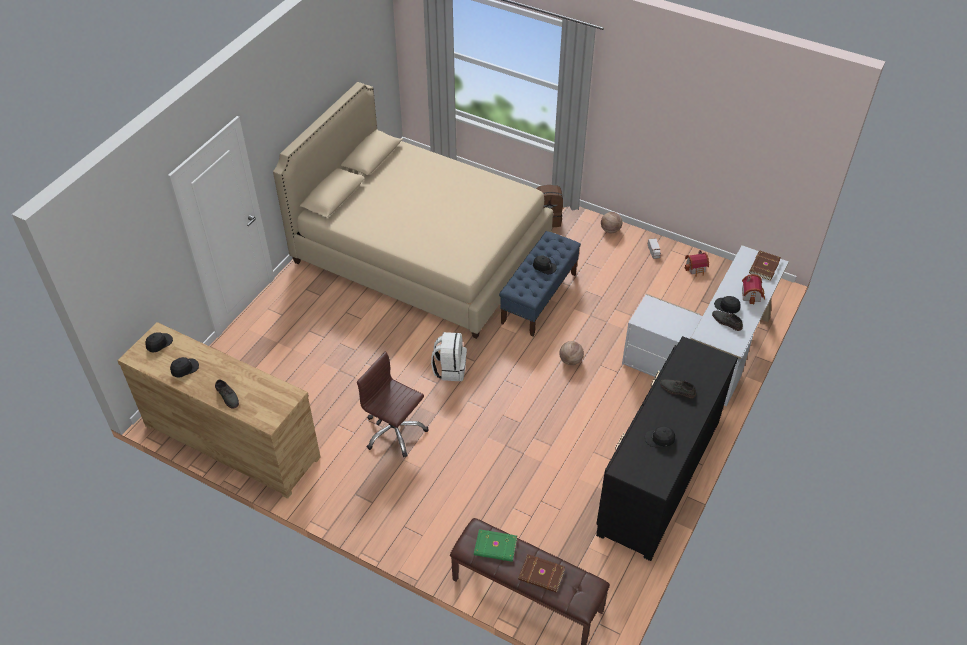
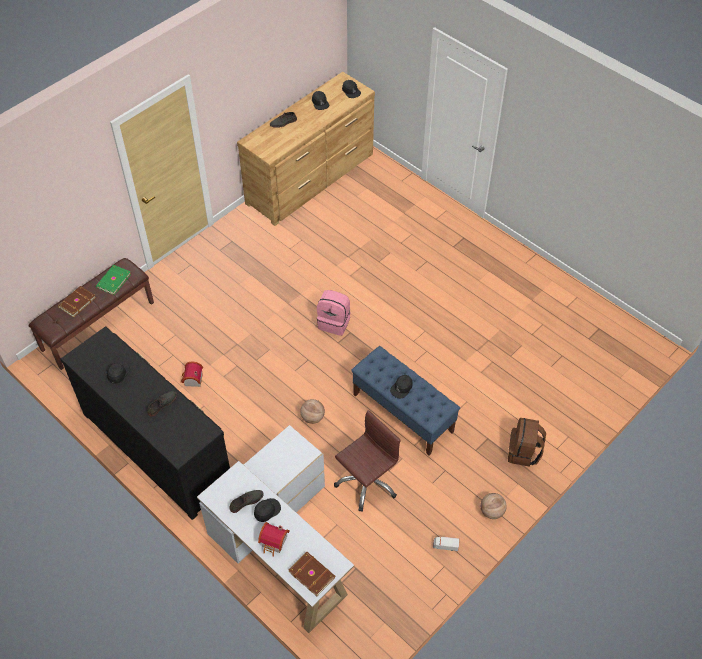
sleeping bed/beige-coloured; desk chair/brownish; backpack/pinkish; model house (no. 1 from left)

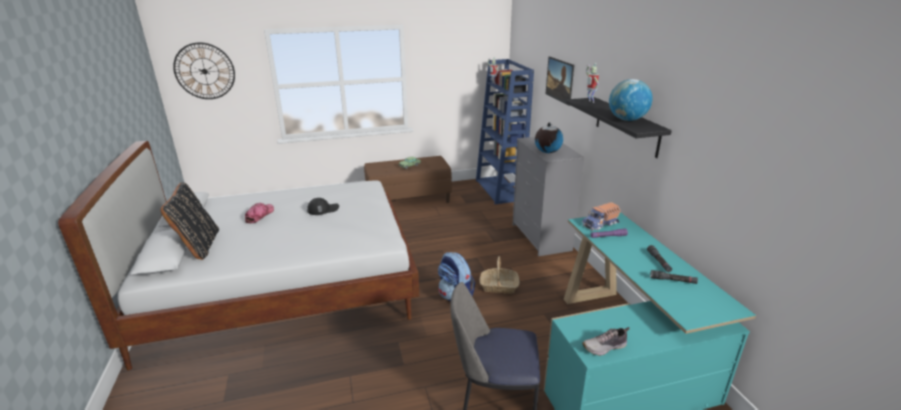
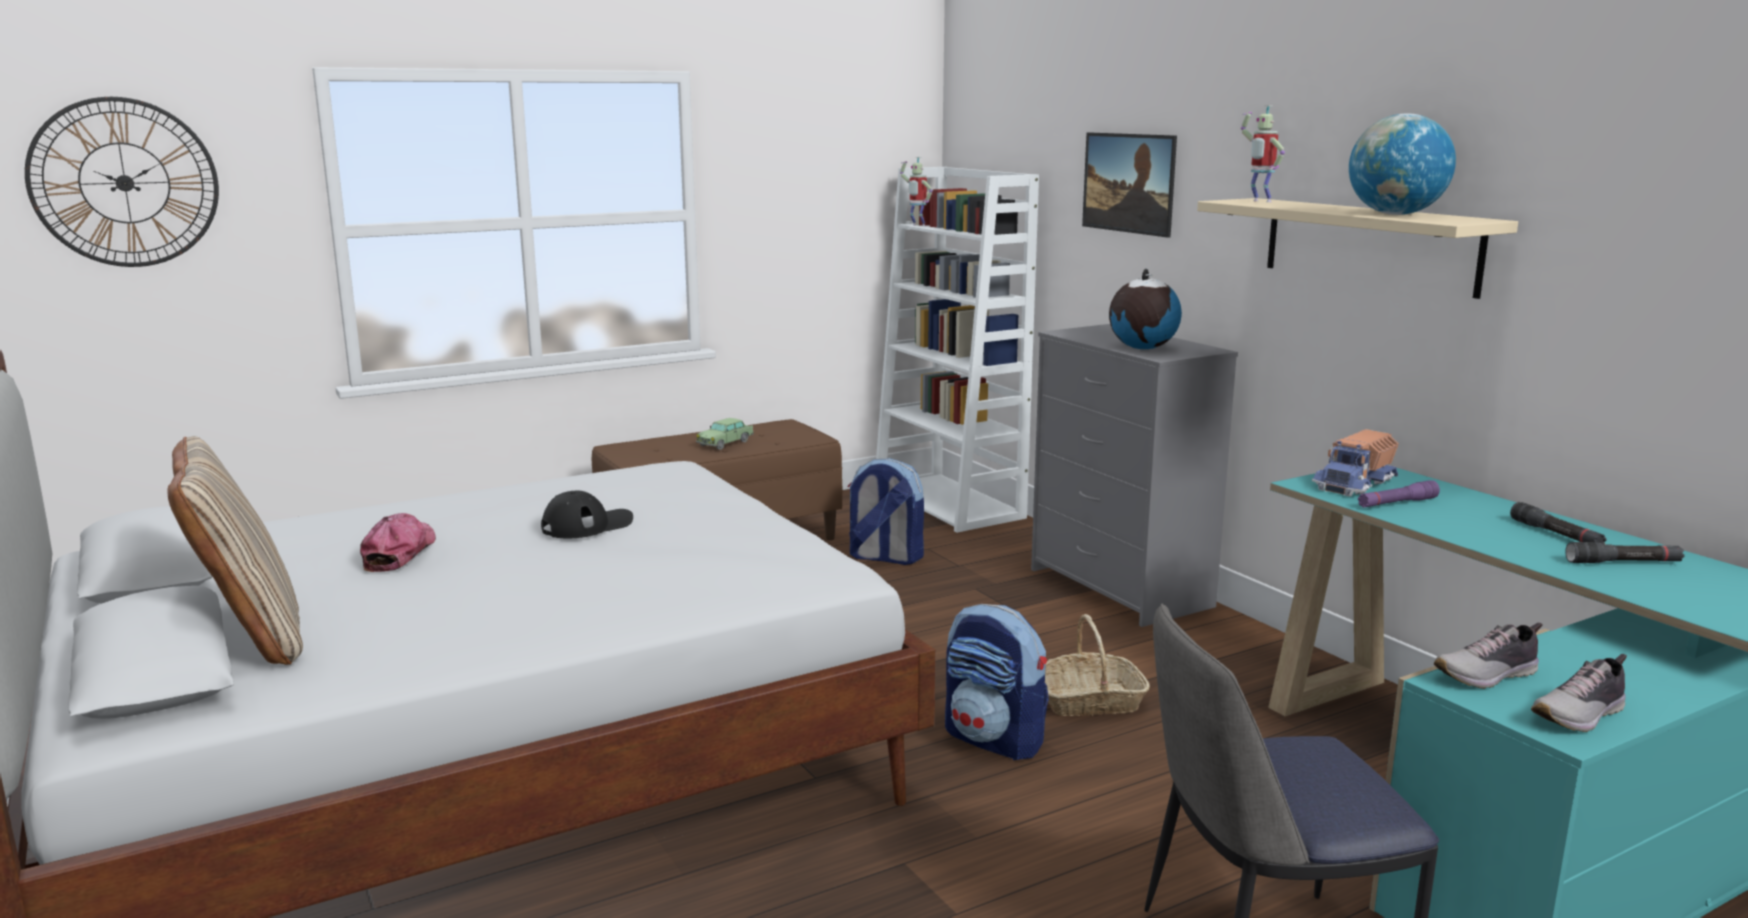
throw pillow/beige-coloured; shelving unit/whitish; bracket shelf/beige-coloured; backpack (no. 1 from left); shoe (no. 1 from left)

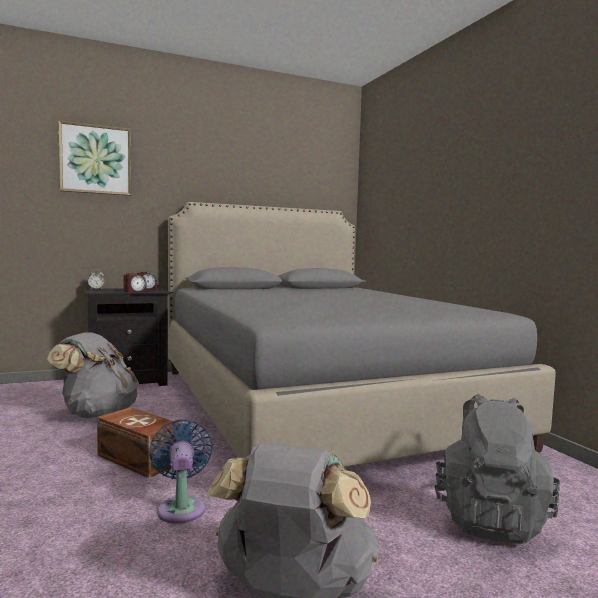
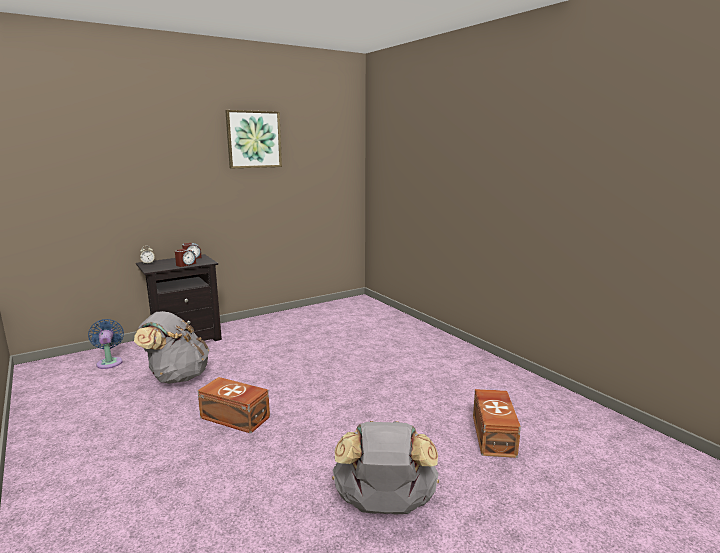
wall art; electric fan/bluish; sleeping bed/greyish; storage bin/brownish (no. 2 from left)

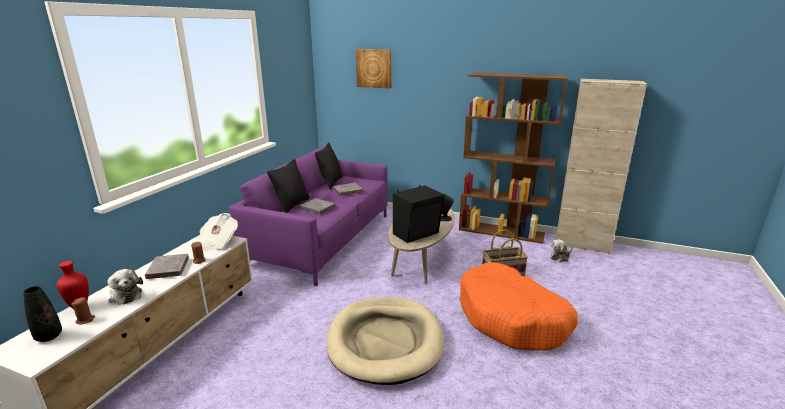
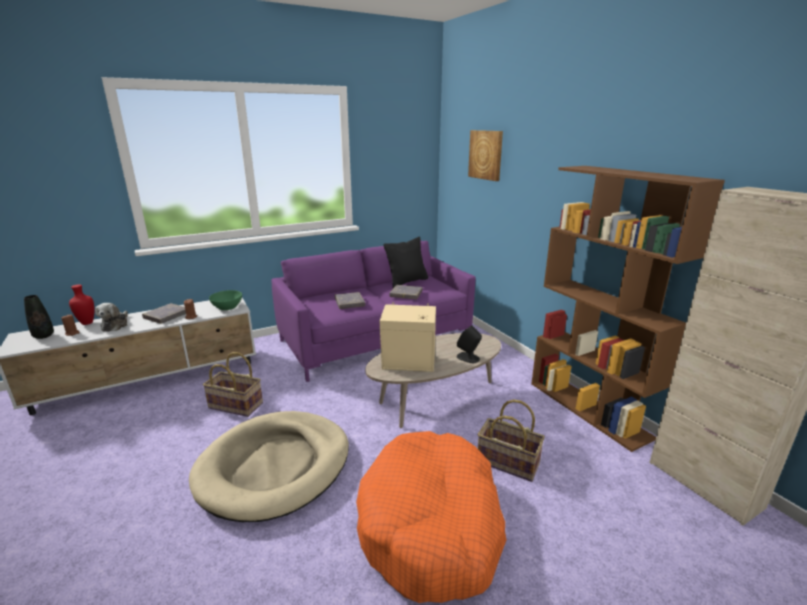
deep dish/greenish; throw pillow/black (no. 1 from left in the first image); audio speaker/beige-coloured; plush toy (no. 2 from left in the first image); household basket (no. 1 from left)

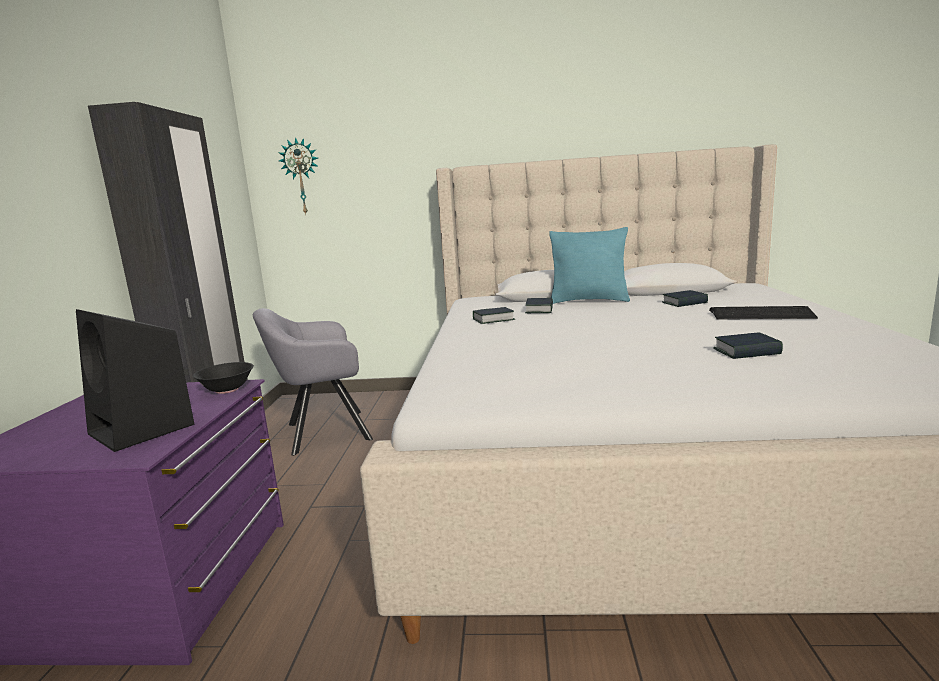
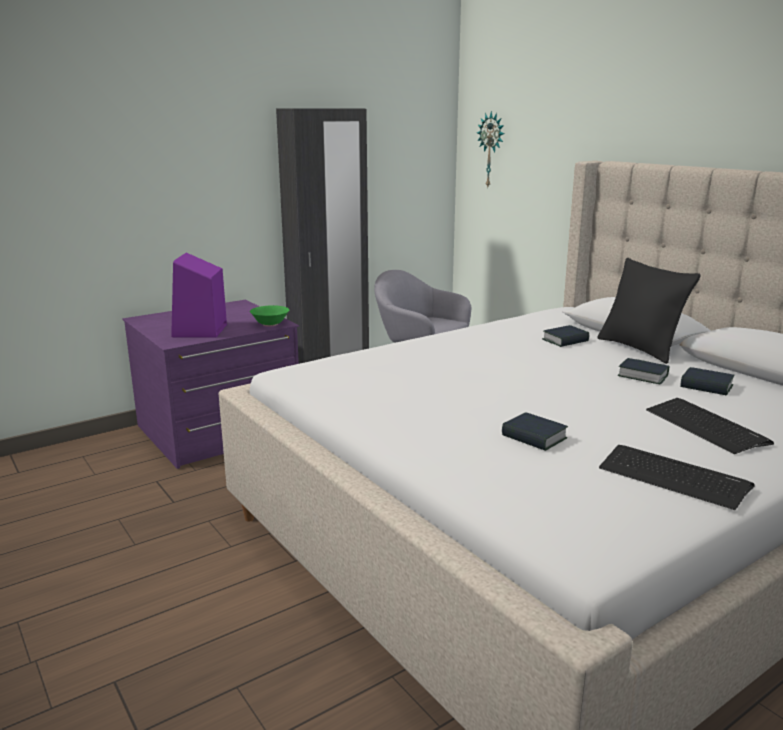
audio speaker/purple-coloured; deep dish/greenish; book (no. 3 from left); throw pillow/black; computer keyboard (no. 1 from left)

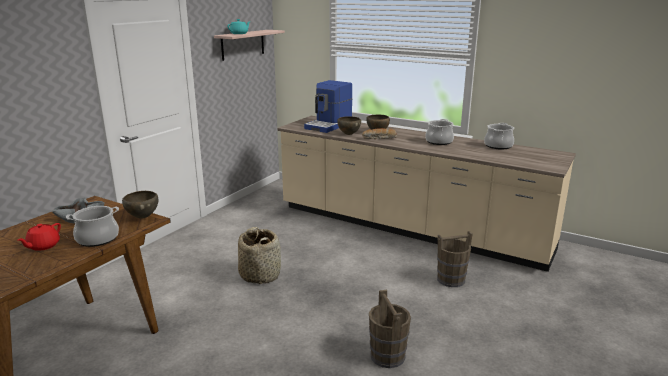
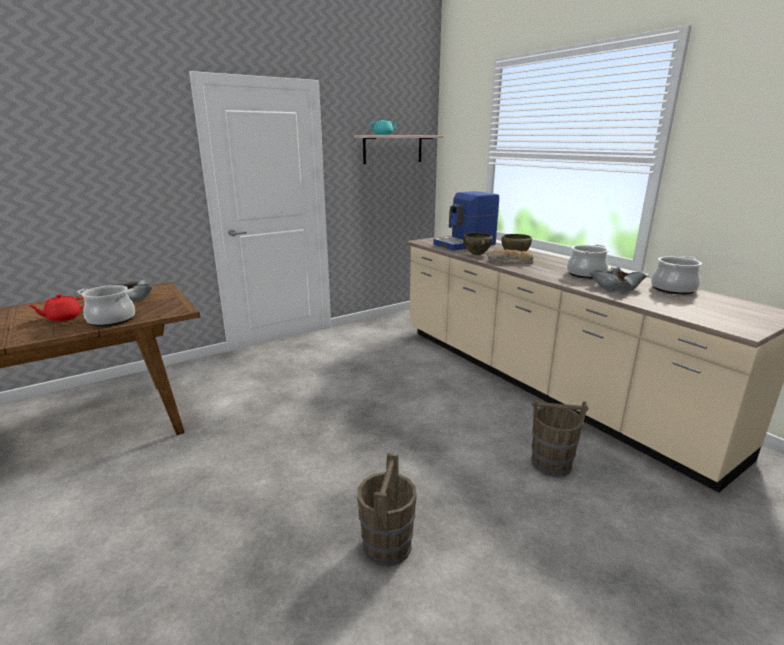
deep dish/brownish (no. 1 from left in the first image); household basket; deep dish/greyish (no. 2 from left)

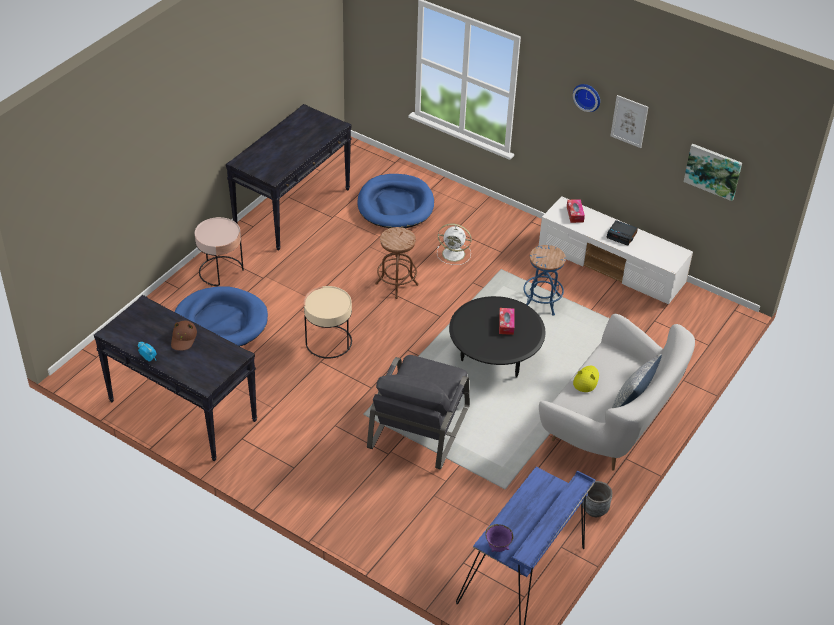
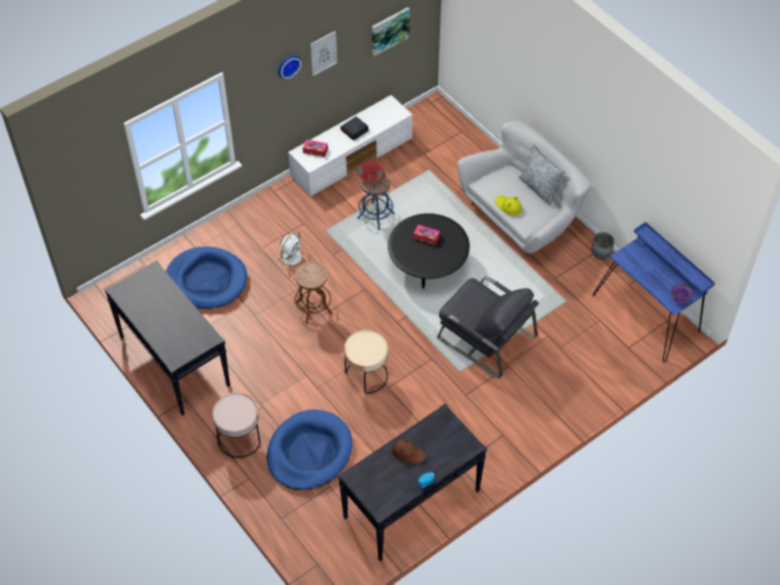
deep dish/red-coloured

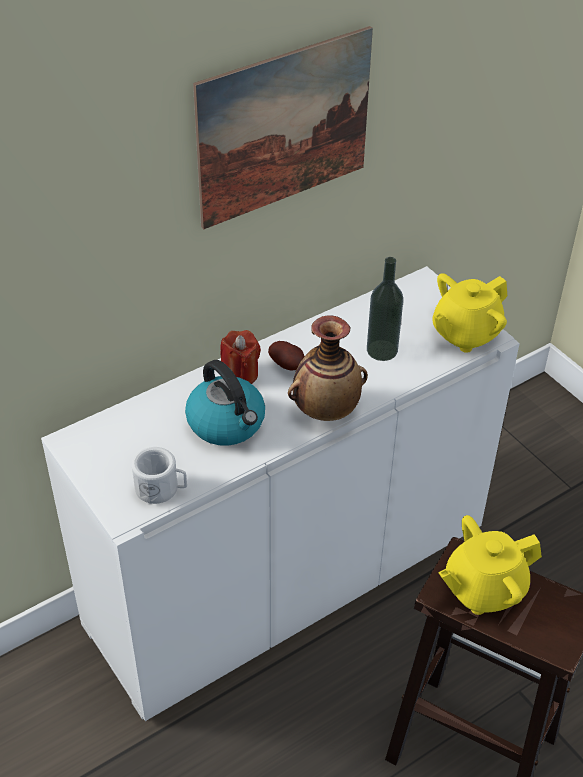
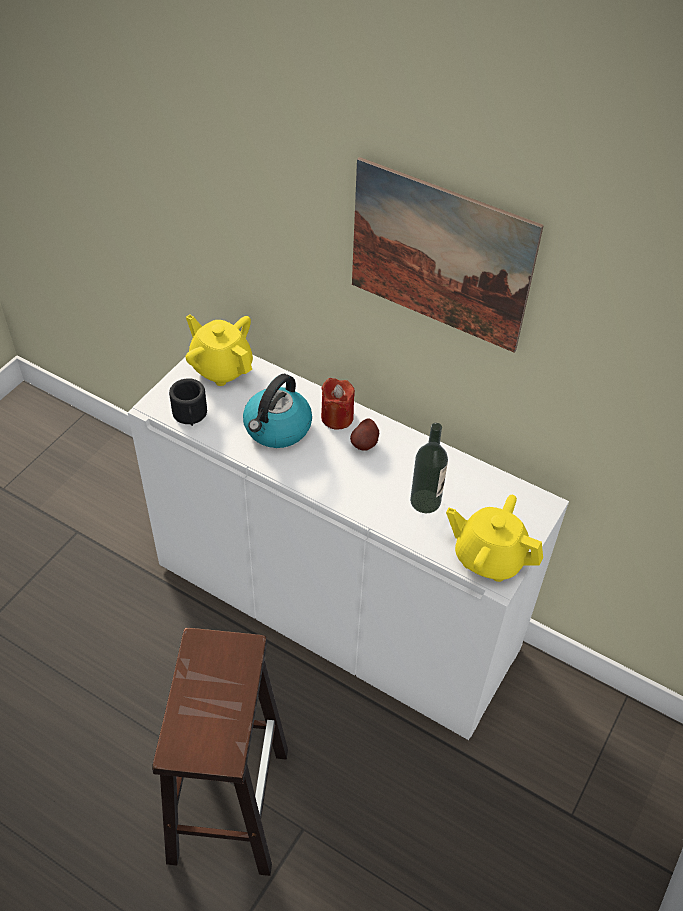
tea mug/black; flower vase; teapot/yellow-coloured (no. 1 from left)

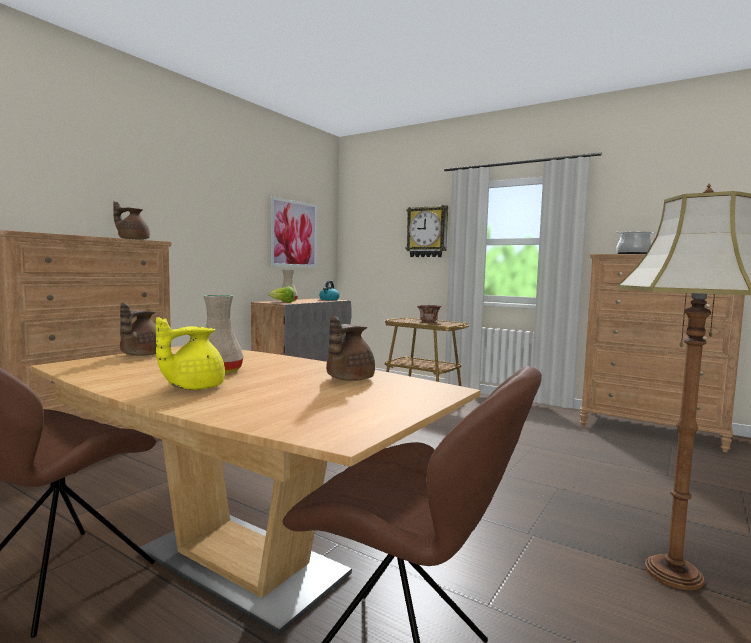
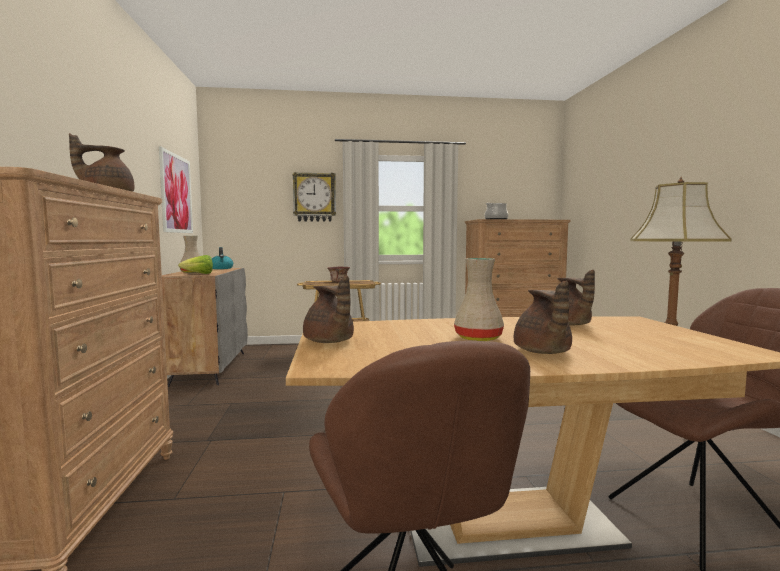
teapot/brownish (no. 3 from left)

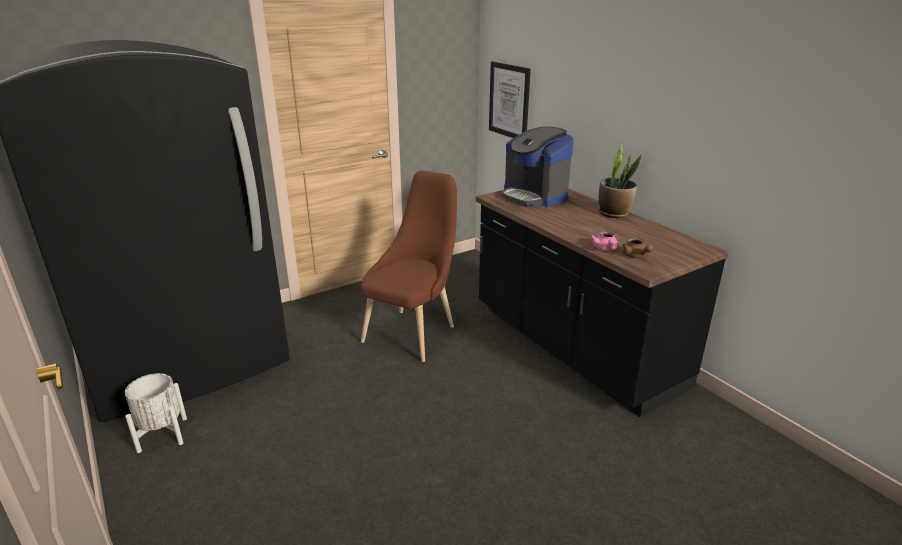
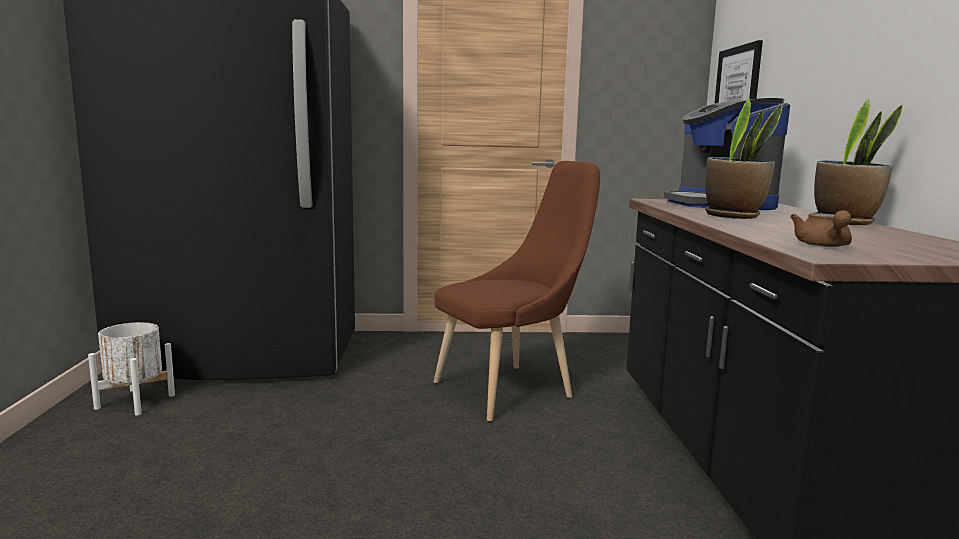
teapot/pinkish; potted plant (no. 1 from left)

